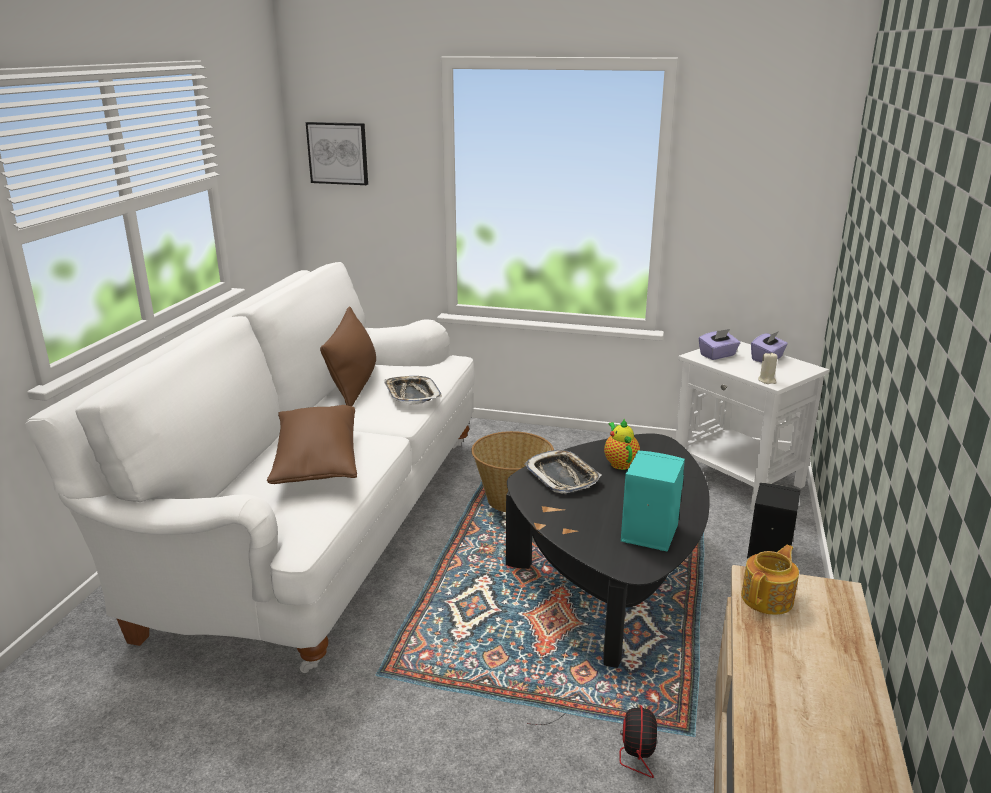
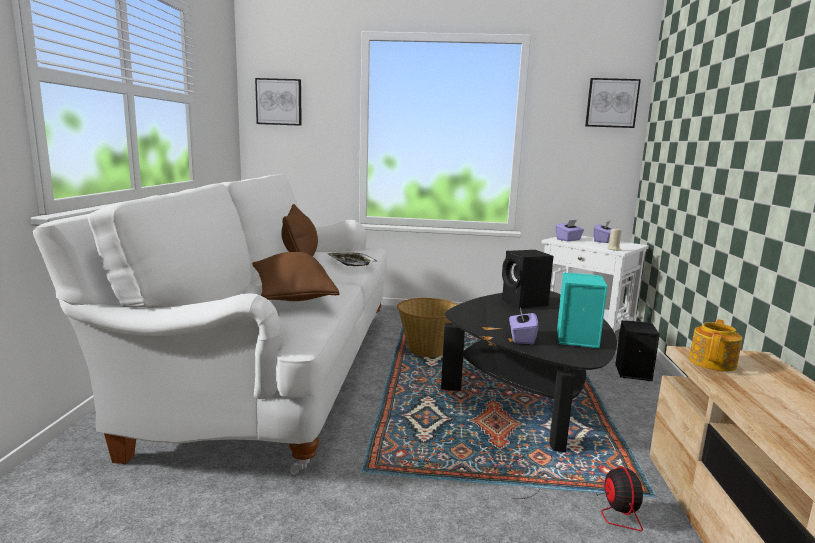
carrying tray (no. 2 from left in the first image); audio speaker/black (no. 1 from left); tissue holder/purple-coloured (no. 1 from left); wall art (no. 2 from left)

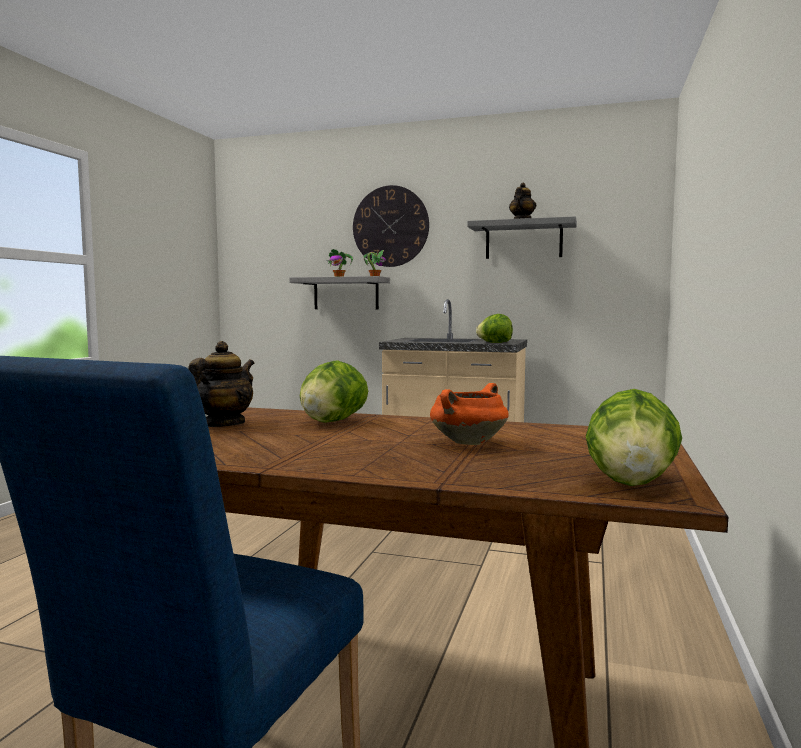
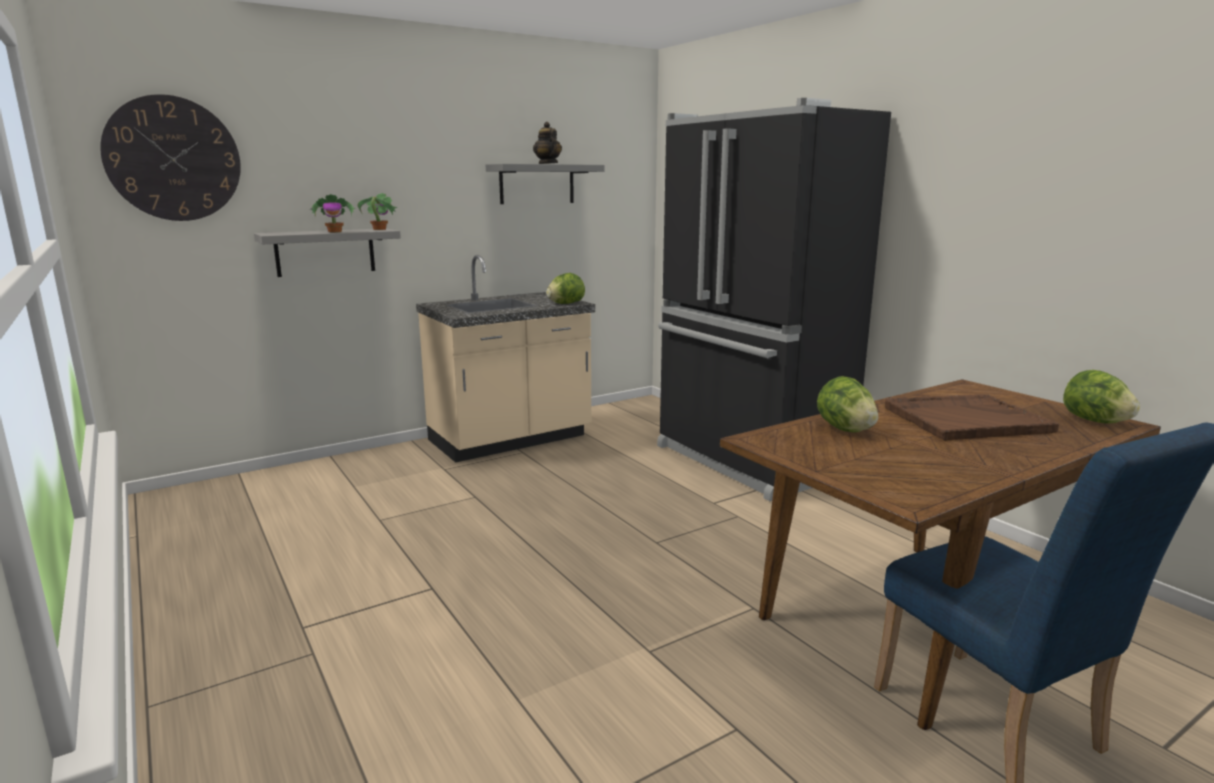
teapot (no. 1 from left in the first image); clock on the wall; carrying tray/brownish; kitchen fridge/black

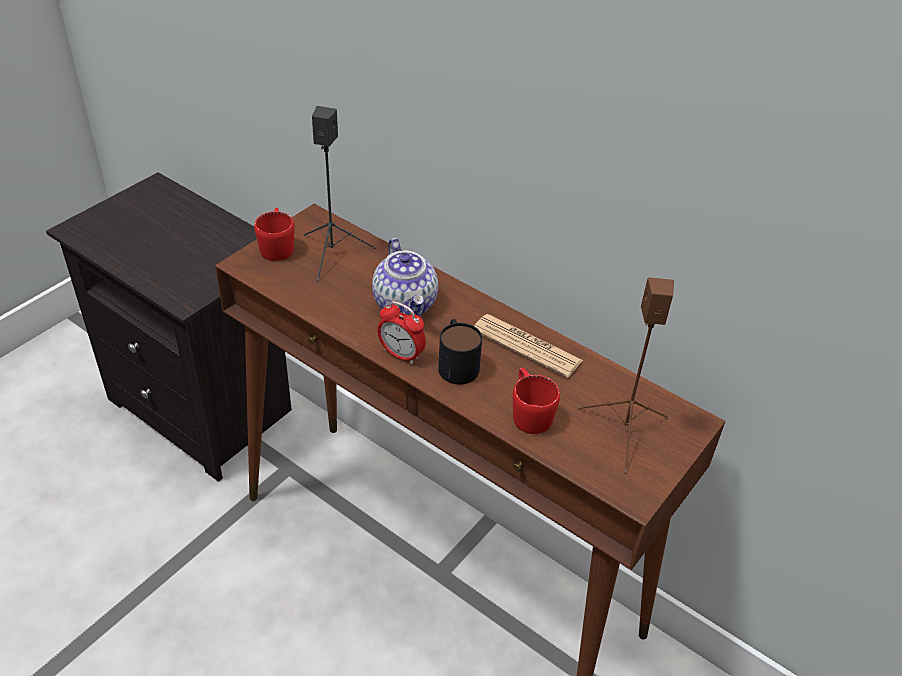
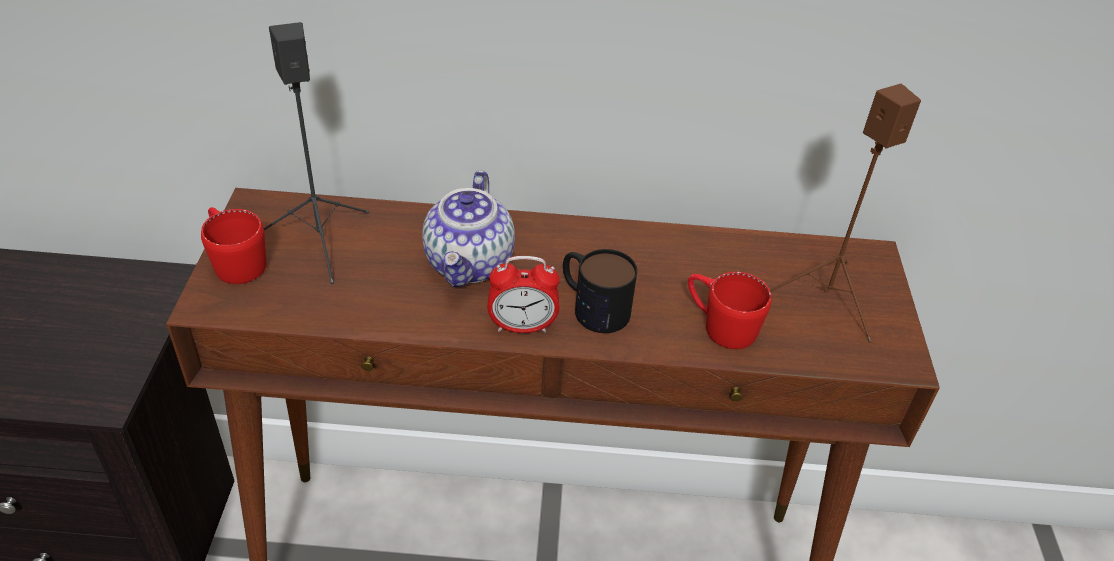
teapot; printed paper

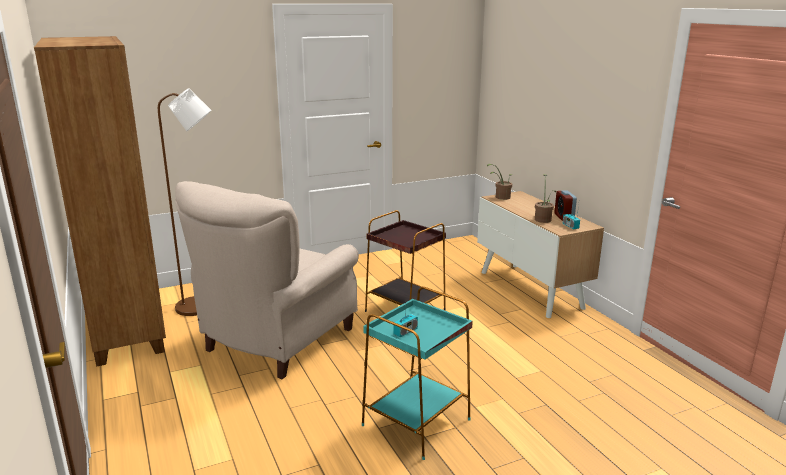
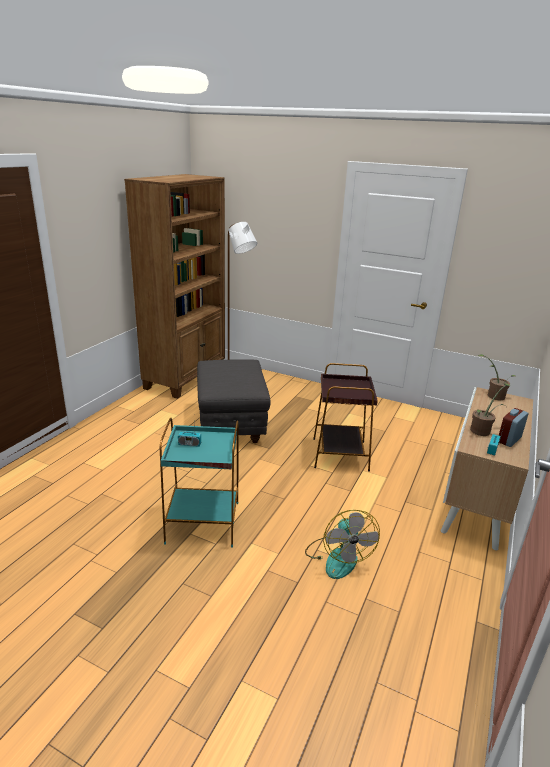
pouffe/greyish; electric fan

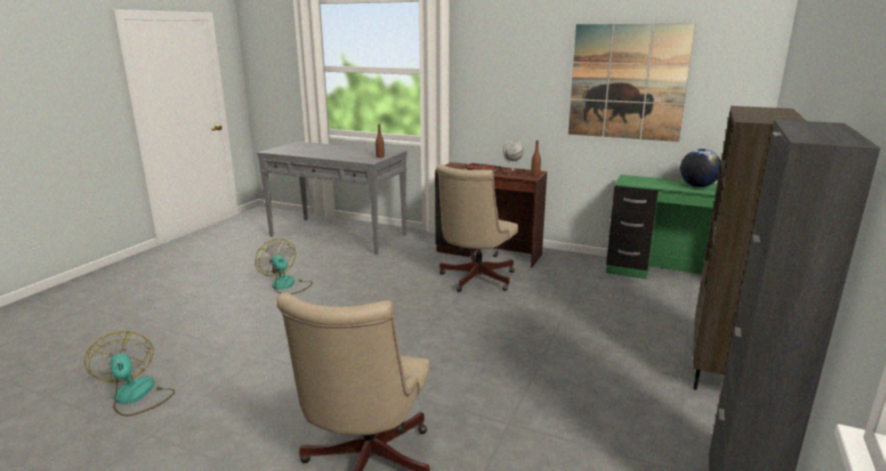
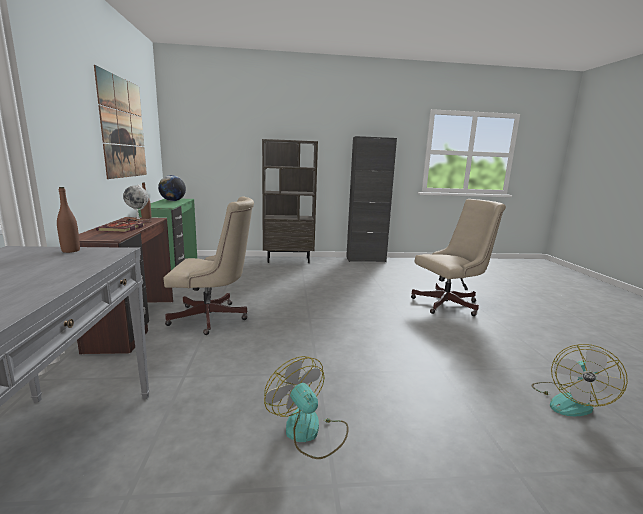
electric fan (no. 1 from left)

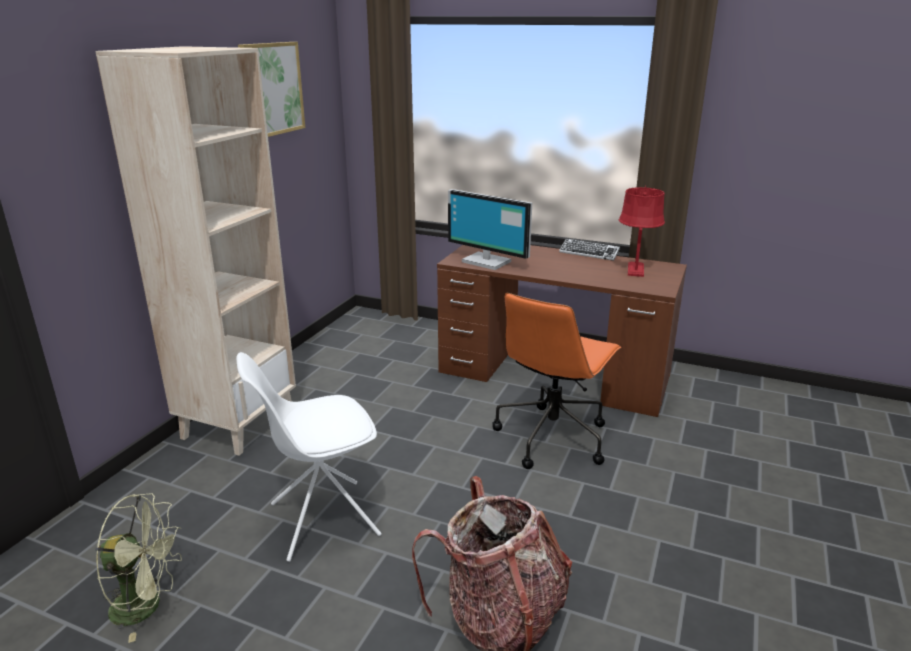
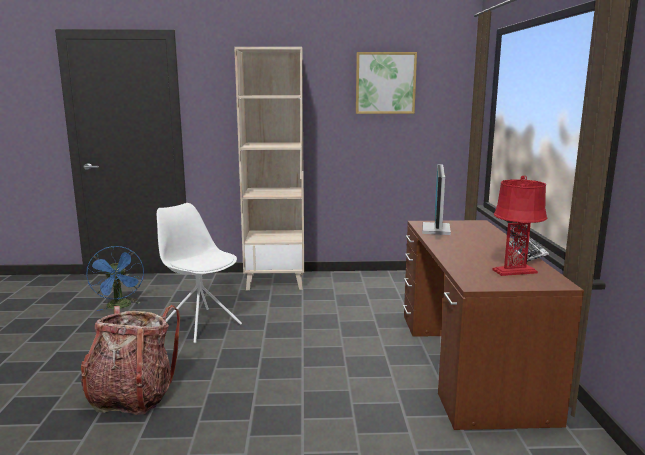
electric fan/bluish; desk chair/orange-coloured

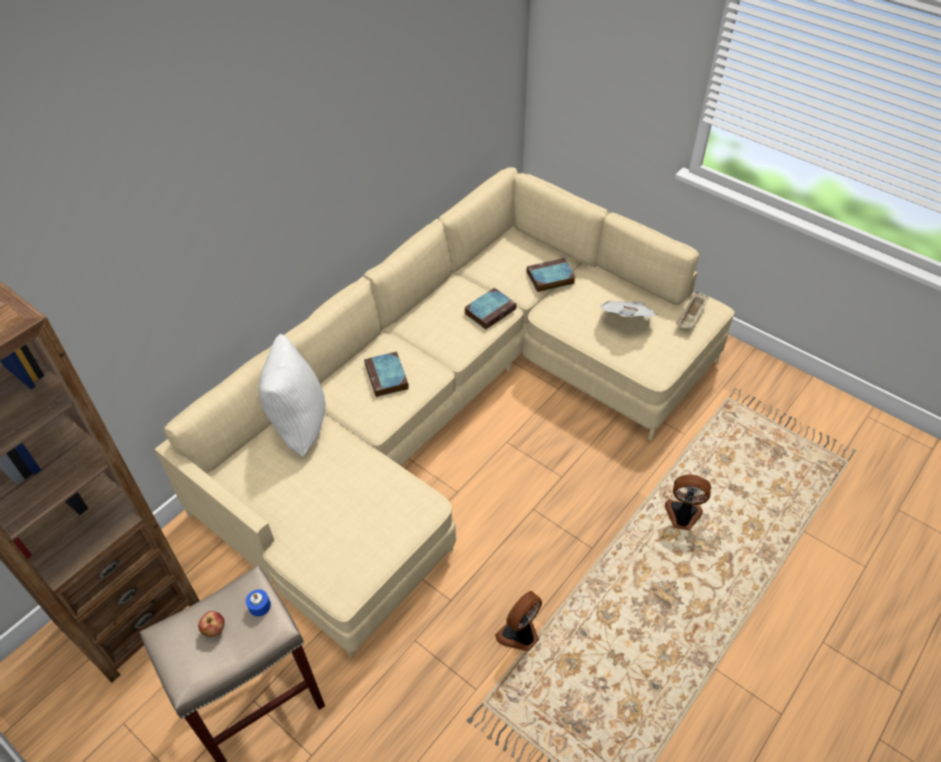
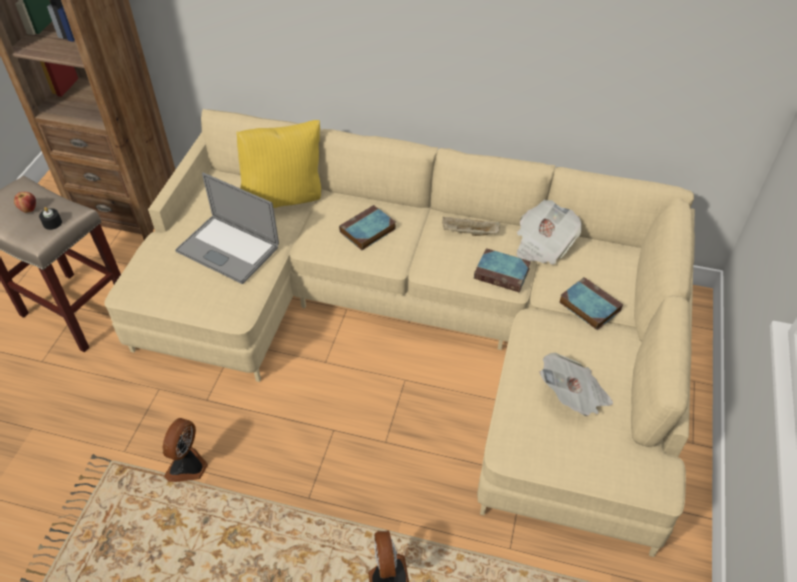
candle/black; throw pillow/yellow-coloured; electric fan (no. 1 from left); carrying tray/beige-coloured; portable computer; printed paper (no. 1 from left)

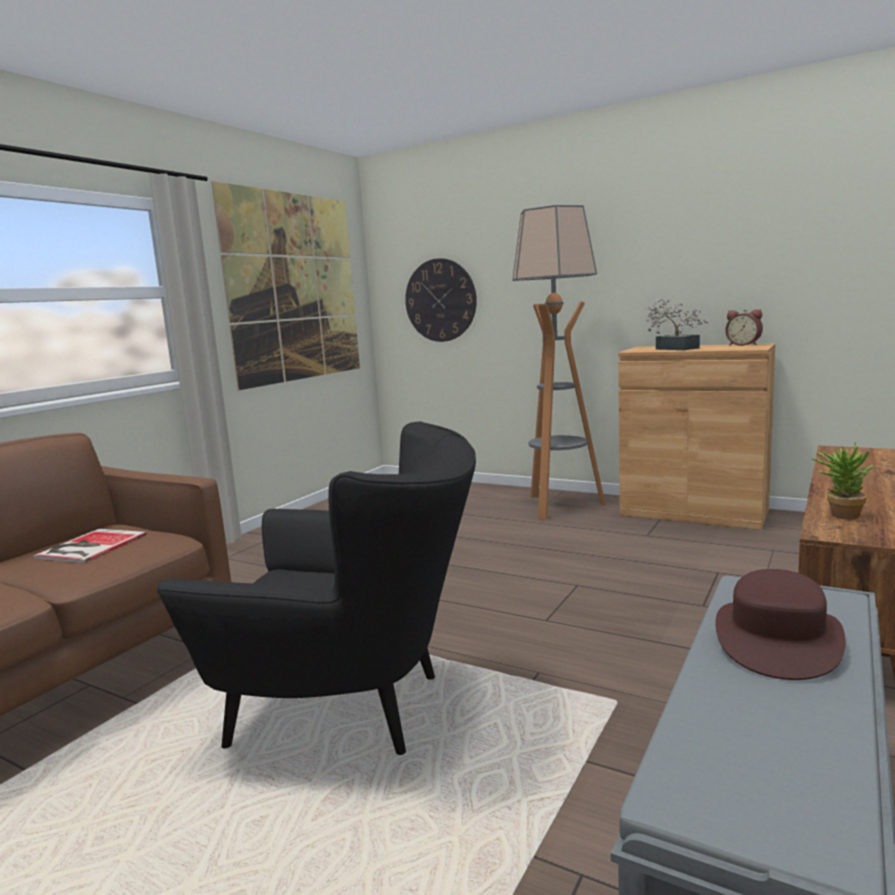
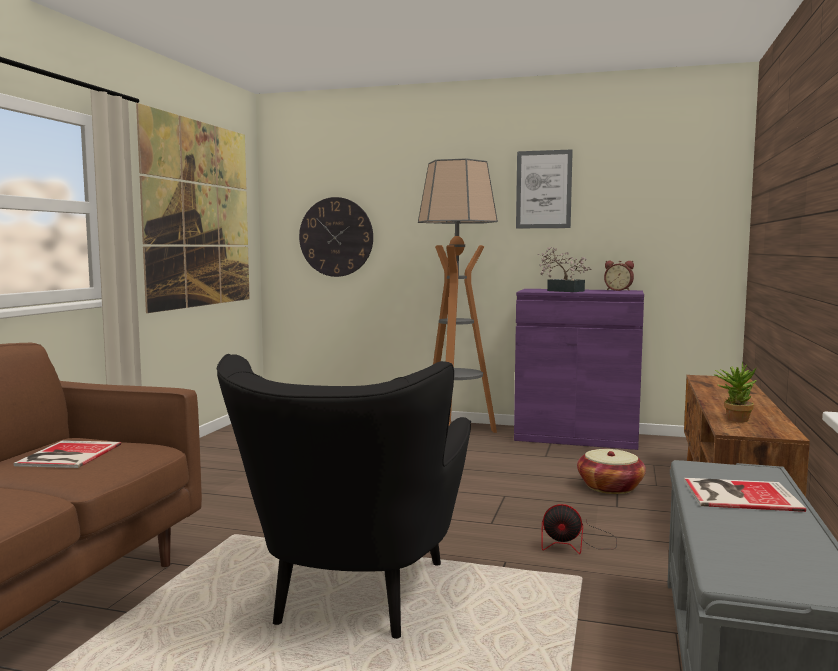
easy chair/black; cabinet/purple-coloured; book (no. 2 from left); wall art (no. 2 from left); electric fan; household basket

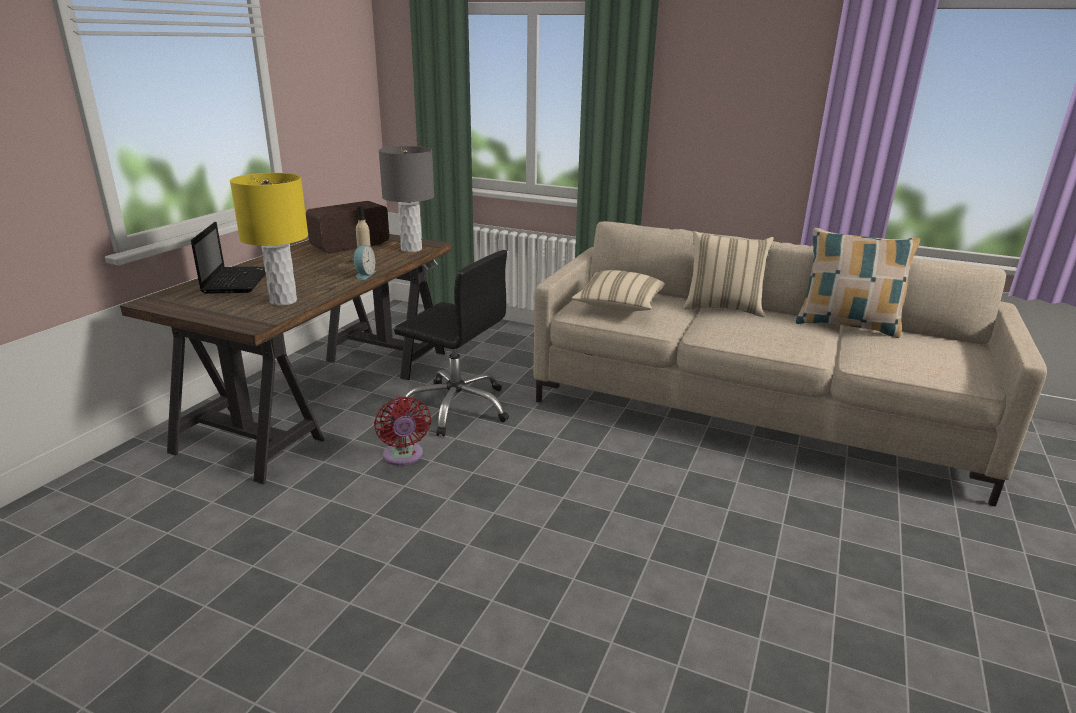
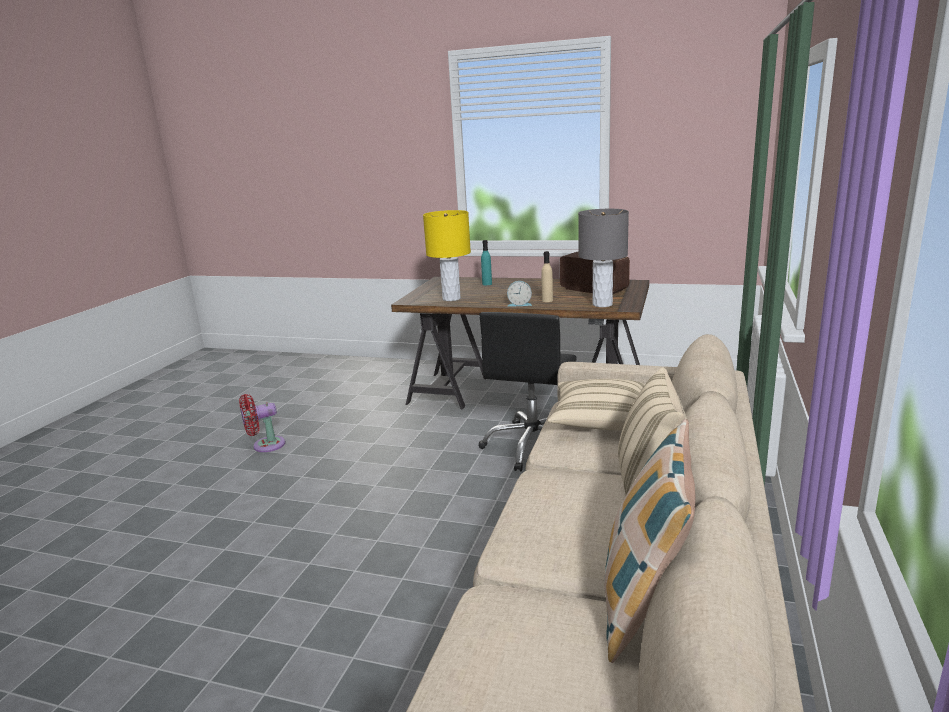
beverage bottle/turquoise-coloured; electric fan/red-coloured

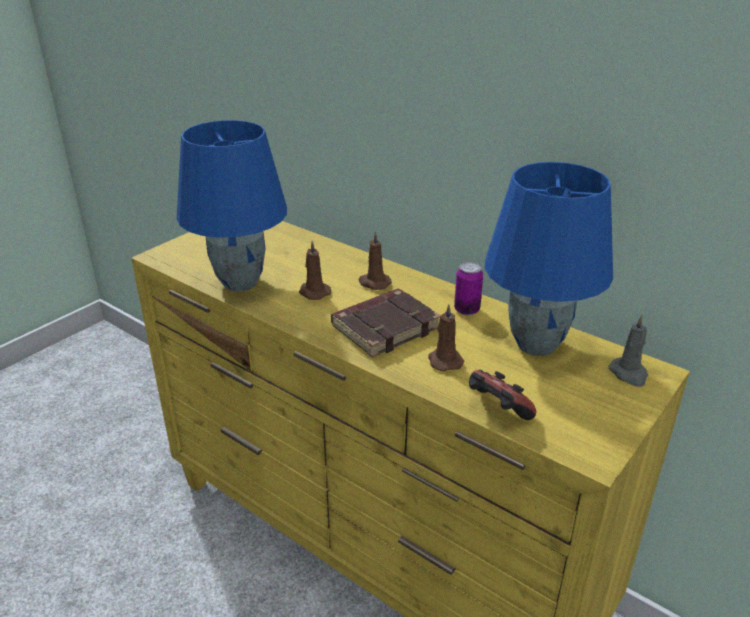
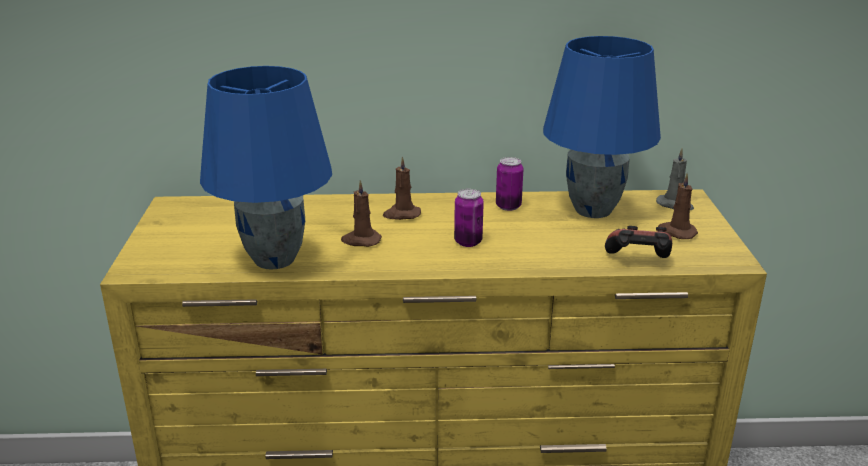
sealed can (no. 1 from left); candle/brownish (no. 3 from left)

